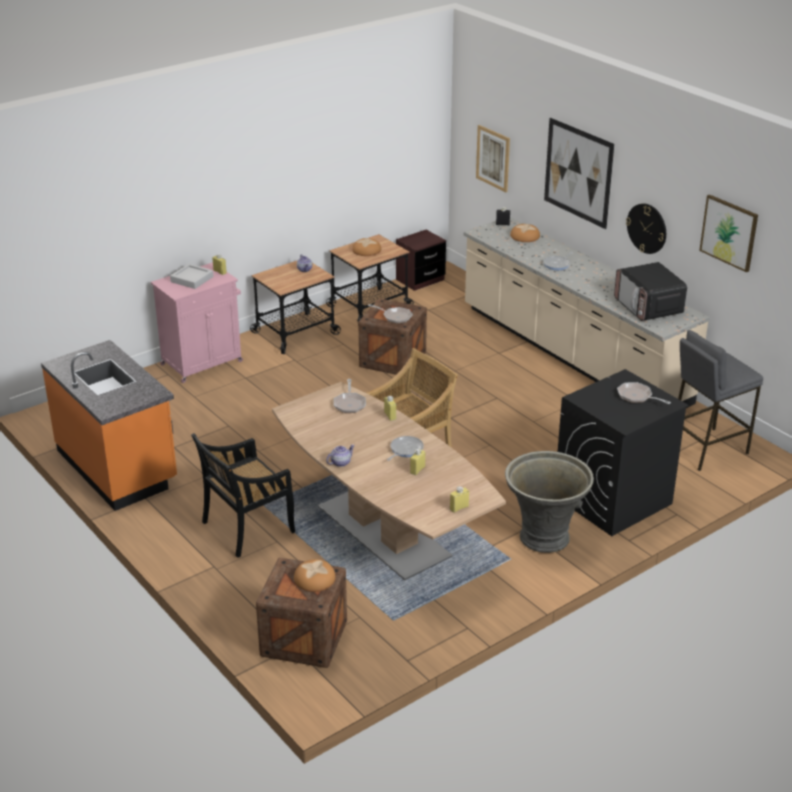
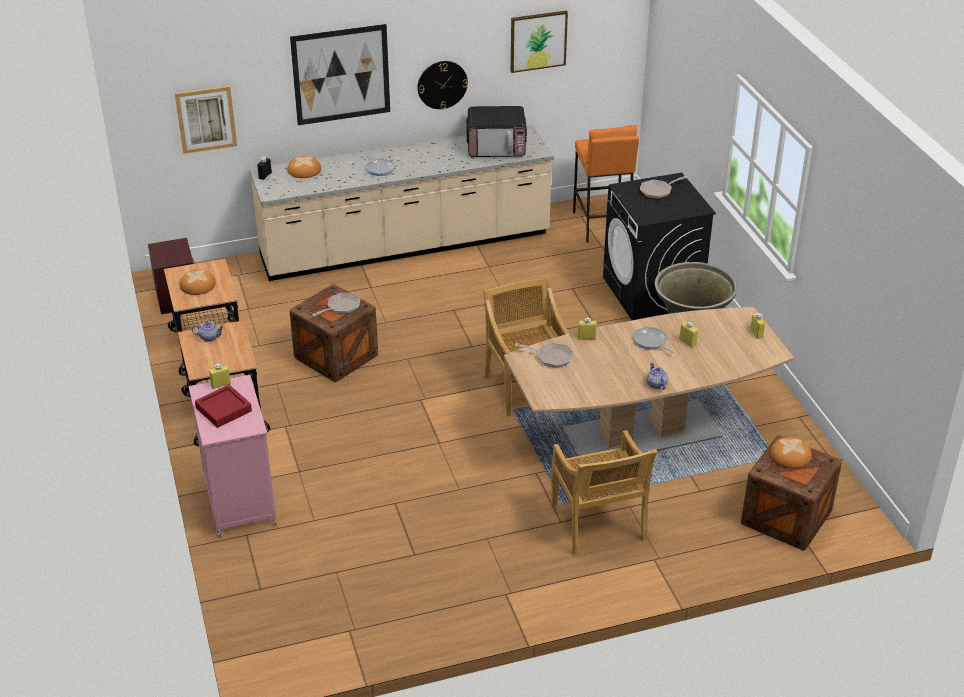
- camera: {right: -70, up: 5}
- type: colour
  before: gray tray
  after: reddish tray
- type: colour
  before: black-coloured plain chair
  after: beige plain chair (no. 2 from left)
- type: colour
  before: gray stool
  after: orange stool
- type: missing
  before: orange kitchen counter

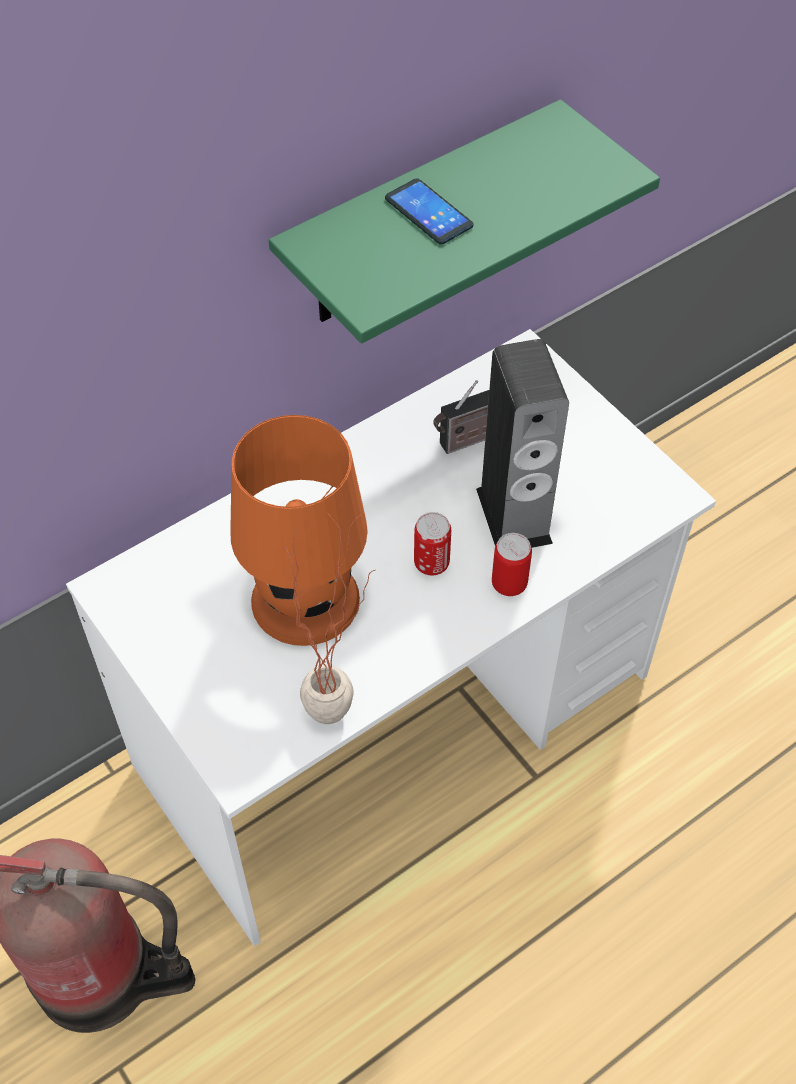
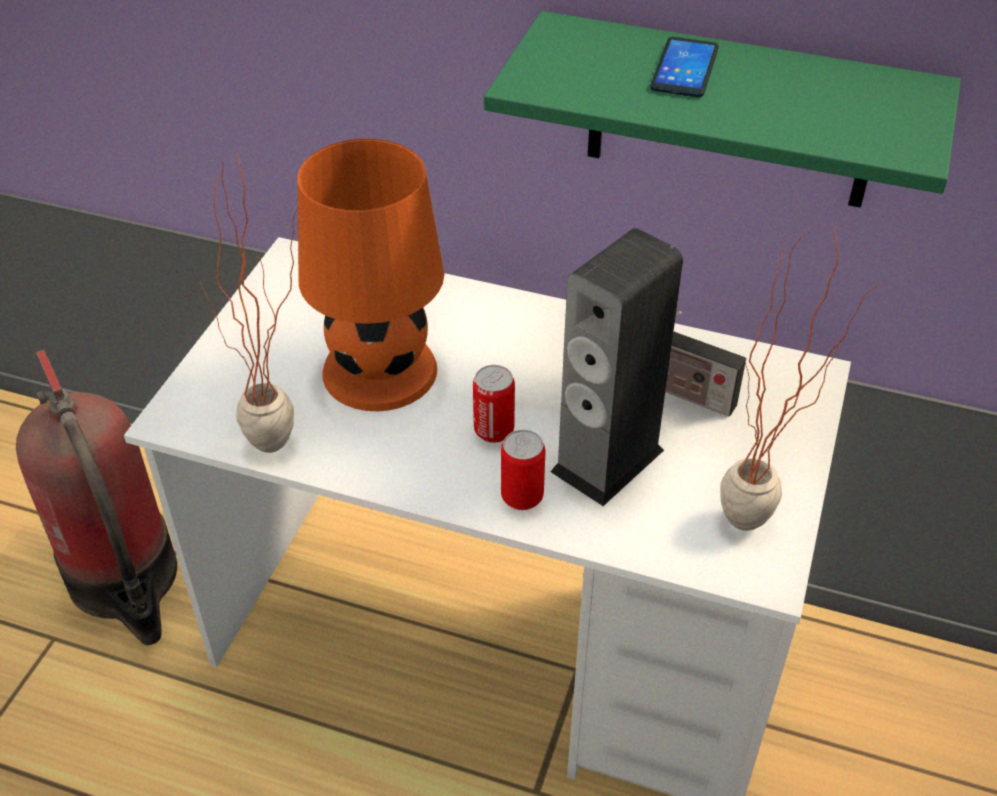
- camera: {right: 55, up: -10}
- type: appeared
  after: plant in a pot (no. 2 from left)

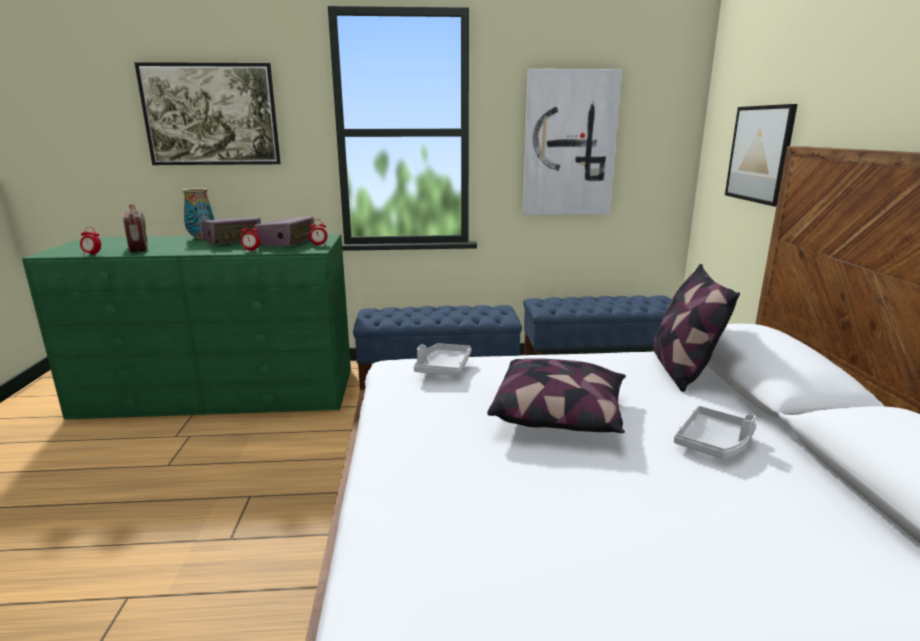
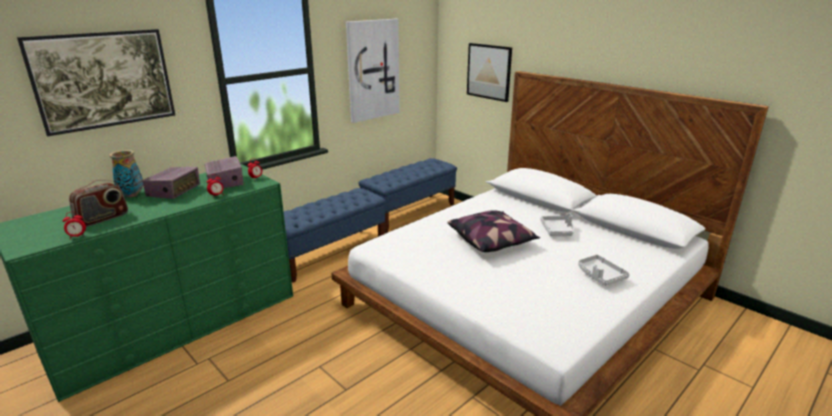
- camera: {right: -40, up: 5}
- type: spun
  before: radio receiver (no. 1 from left)
  turn: 105
- type: relocated
  before: gray tray (no. 1 from left in the first image)
  after: gray tray (no. 2 from left)
- type: missing
  before: throw pillow (no. 2 from left)

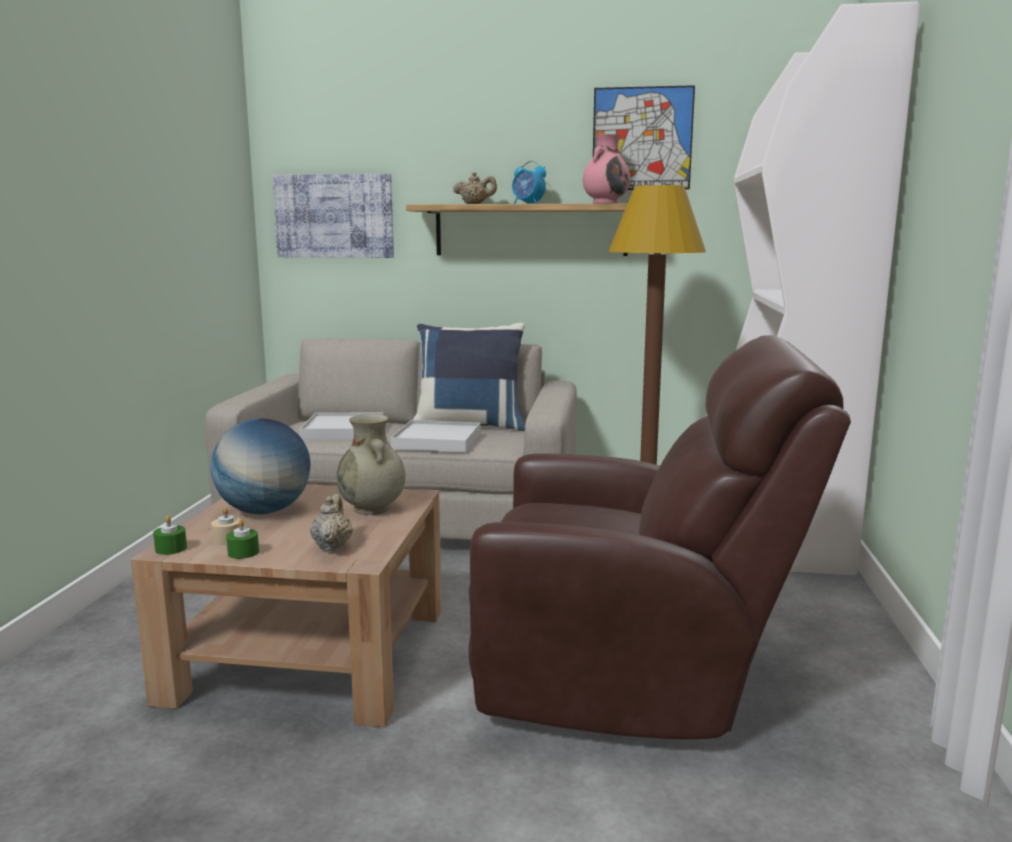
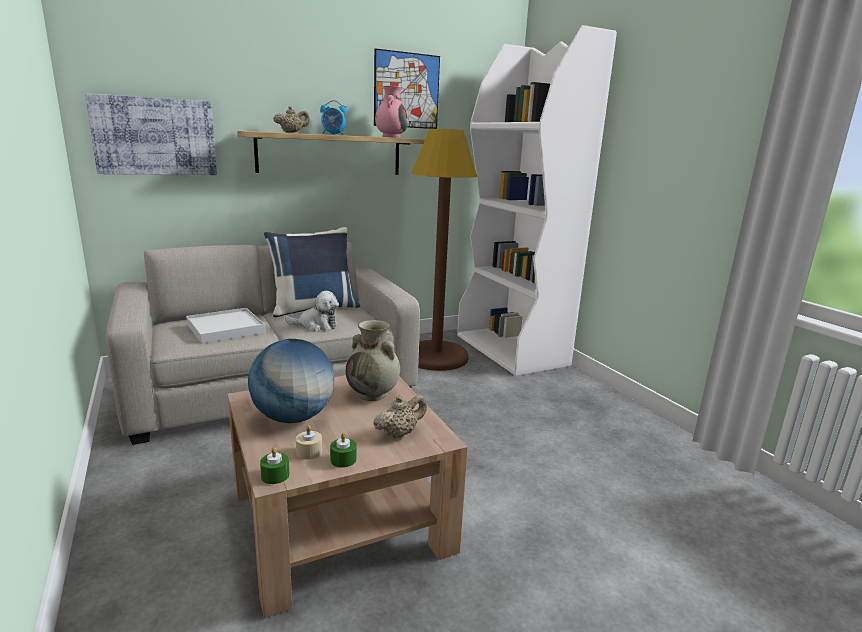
- camera: {right: -35, up: 5}
- type: exchanged
  before: whitish tray (no. 2 from left)
  after: plush toy
- type: spun
  before: beige teapot (no. 1 from left in the first image)
  turn: 90
- type: missing
  before: brown-coloured easy chair

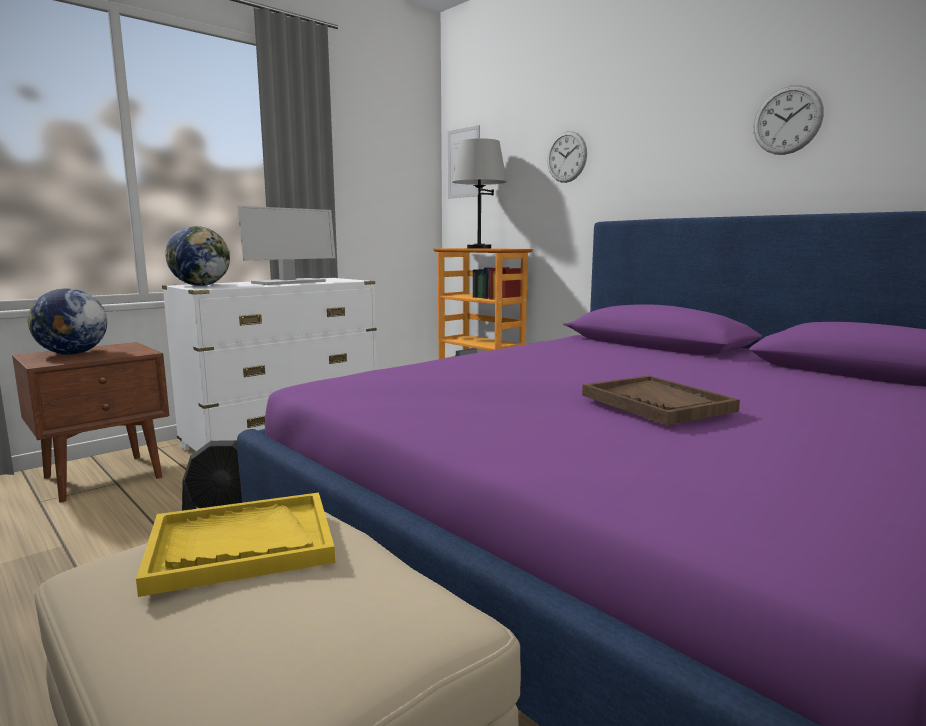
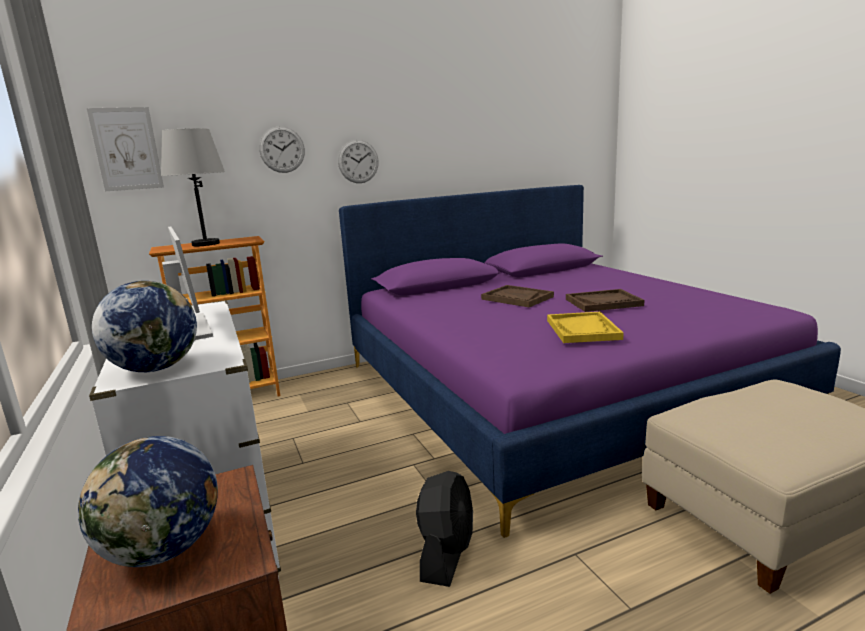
- camera: {right: -70, up: 5}
- type: relocated
  before: clock on the wall (no. 2 from left)
- type: appeared
  after: brown-coloured tray (no. 1 from left)
- type: relocated
  before: yellow-coloured tray

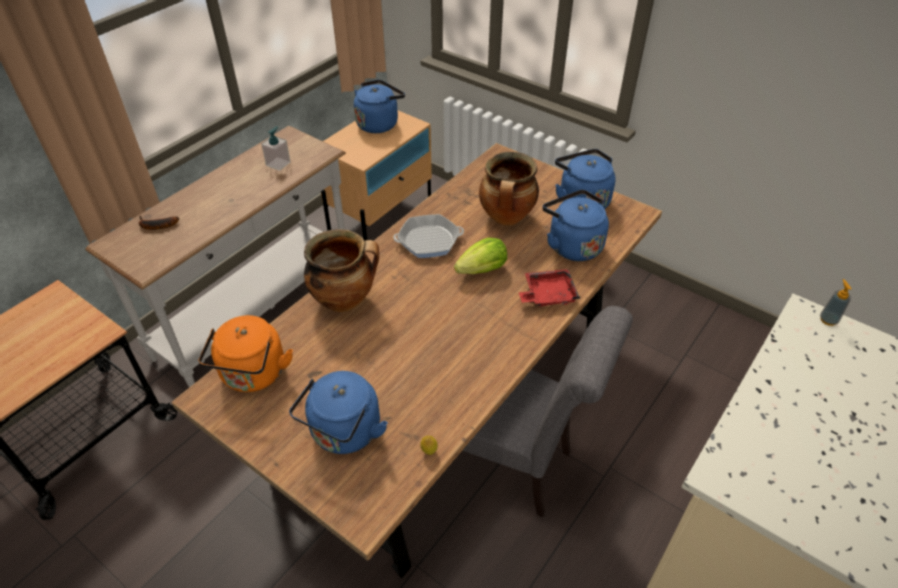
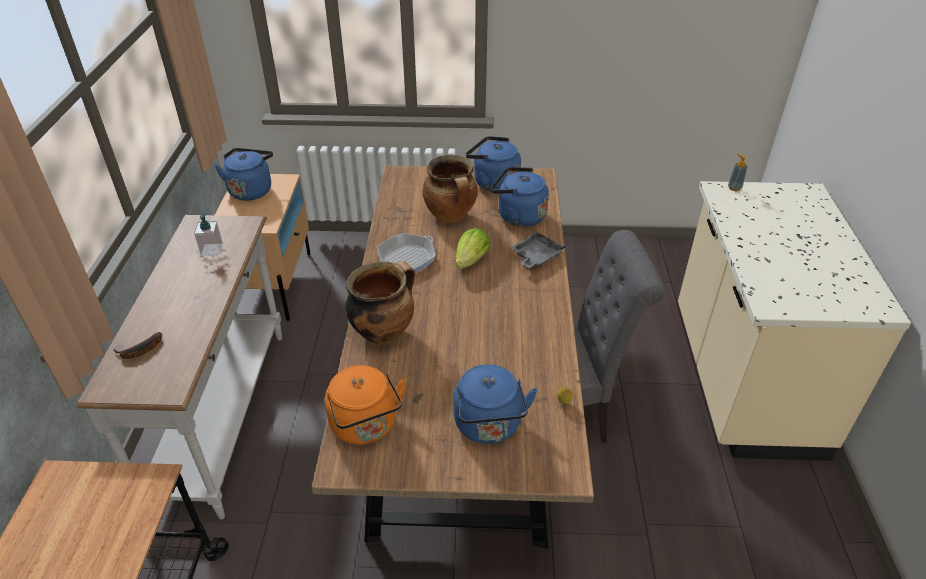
- camera: {right: -35, up: -5}
- type: colour
  before: reddish tray
  after: gray tray

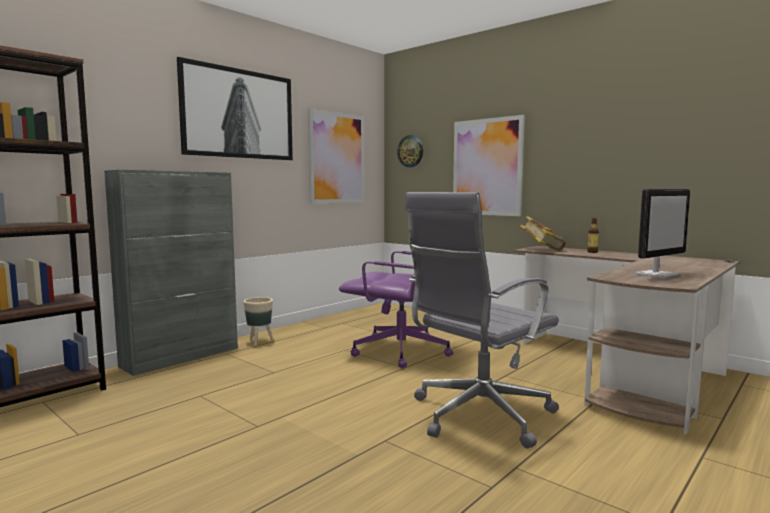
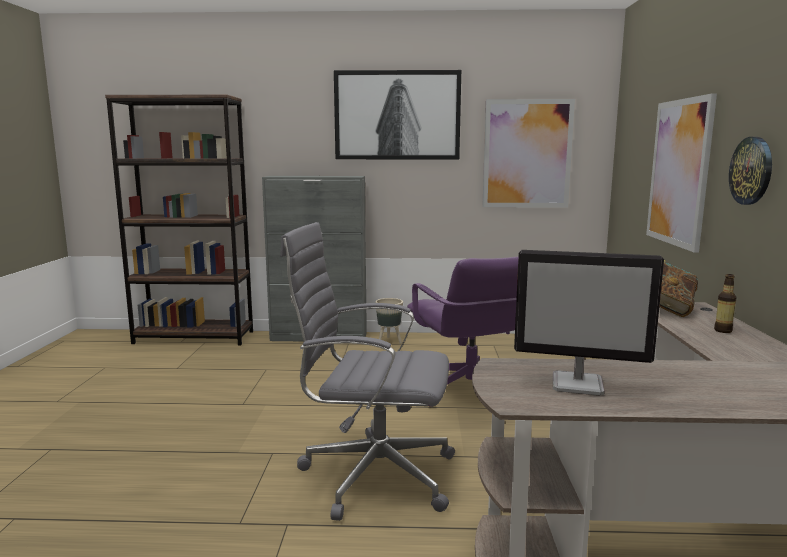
- camera: {right: 50, up: 5}
- type: relocated
  before: clock on the wall

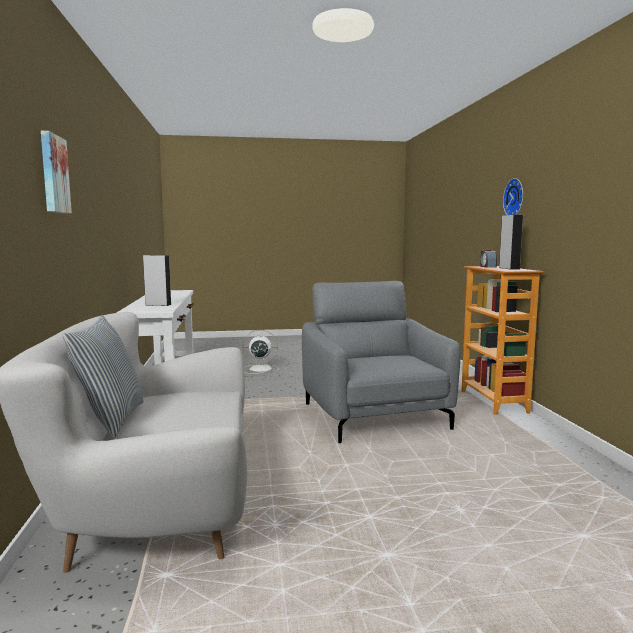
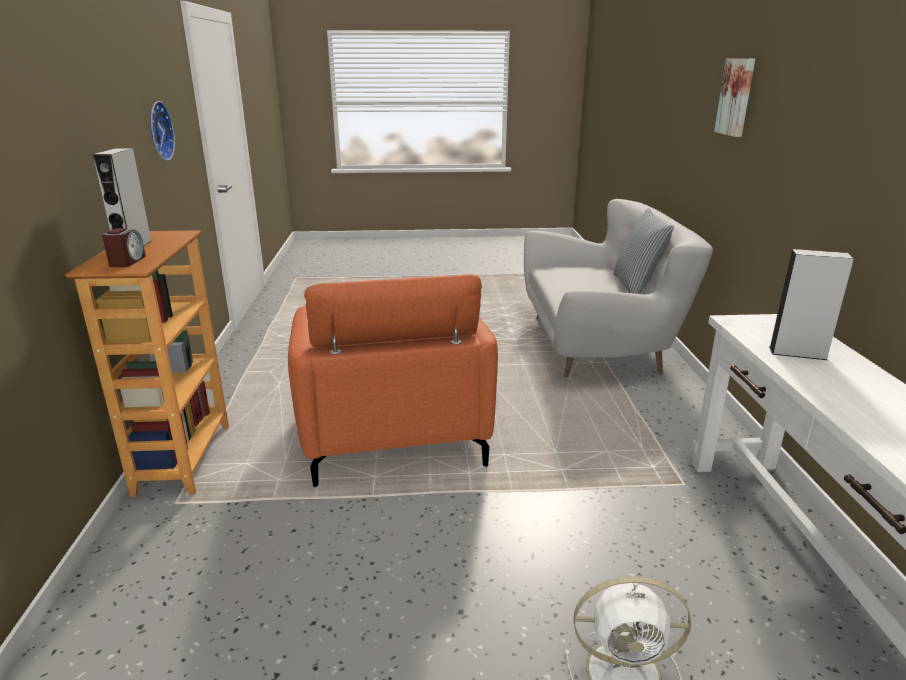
- camera: {right: -175, up: 15}
- type: relocated
  before: clock on the wall
- type: colour
  before: gray easy chair
  after: orange easy chair

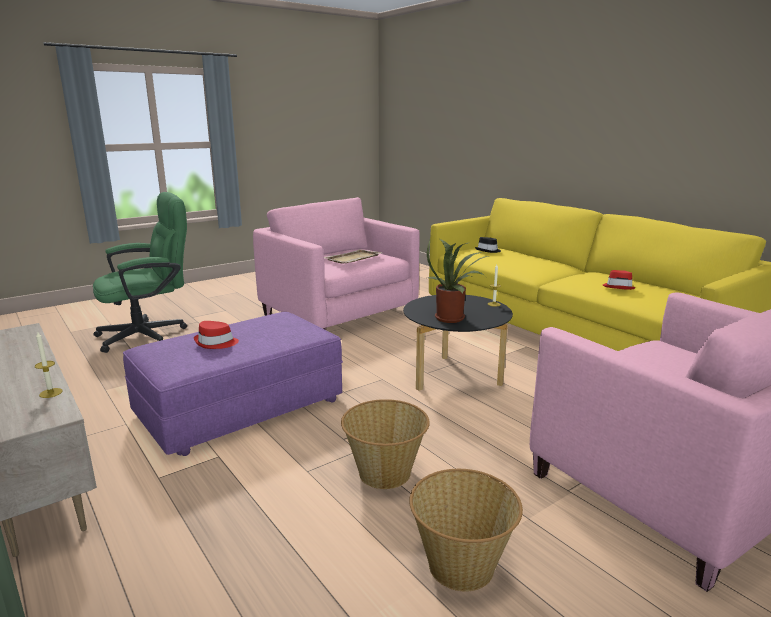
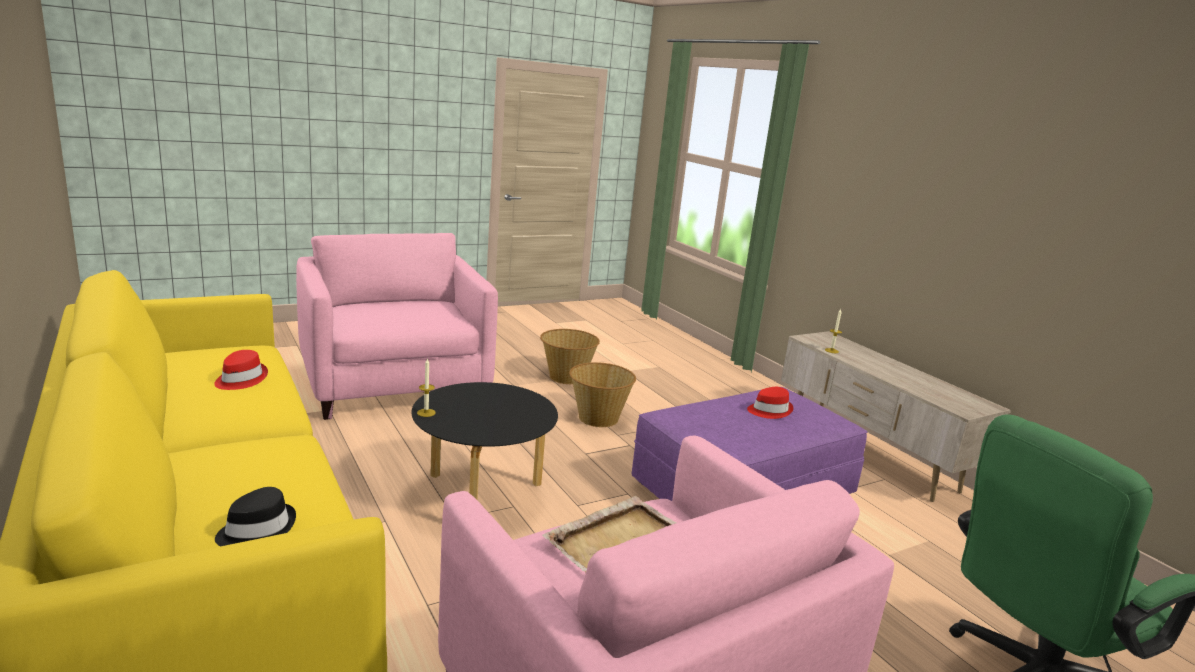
- camera: {right: -175, up: 0}
- type: missing
  before: plant in a pot

